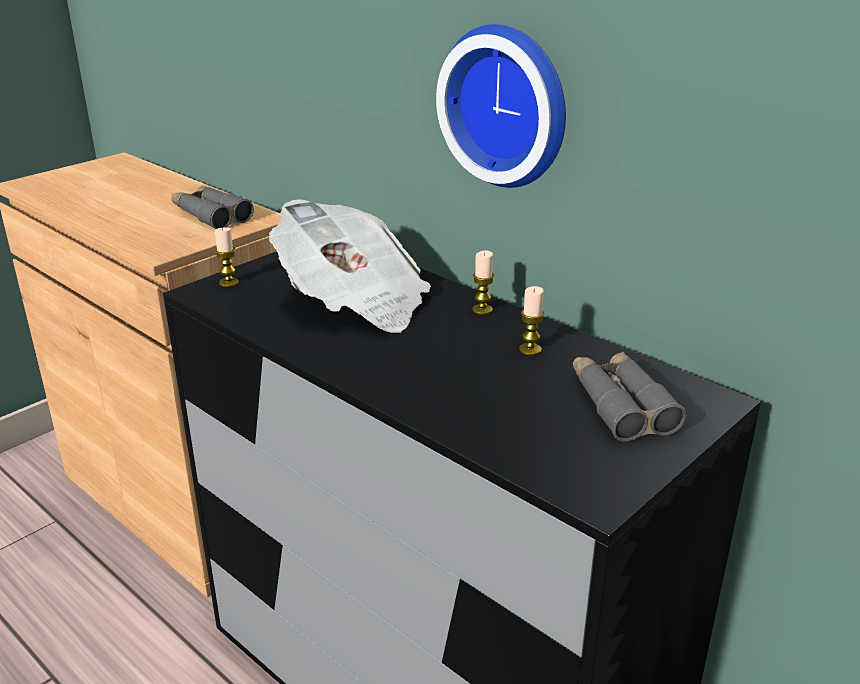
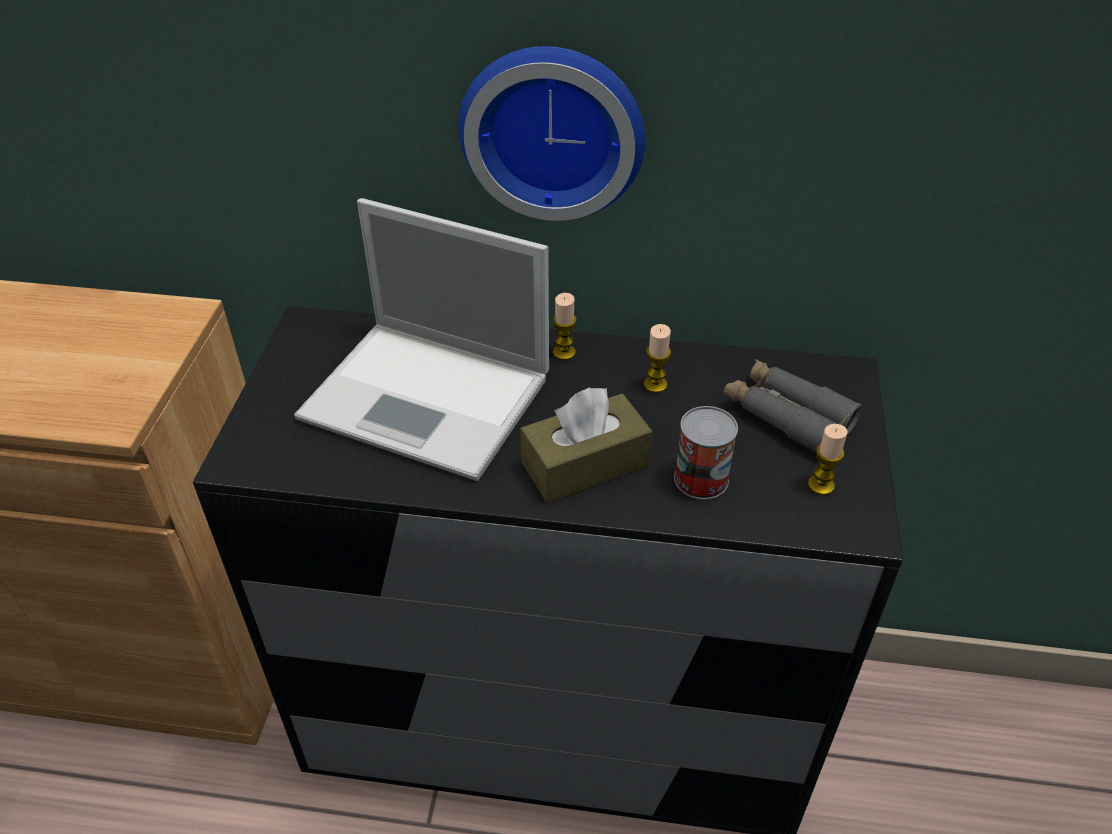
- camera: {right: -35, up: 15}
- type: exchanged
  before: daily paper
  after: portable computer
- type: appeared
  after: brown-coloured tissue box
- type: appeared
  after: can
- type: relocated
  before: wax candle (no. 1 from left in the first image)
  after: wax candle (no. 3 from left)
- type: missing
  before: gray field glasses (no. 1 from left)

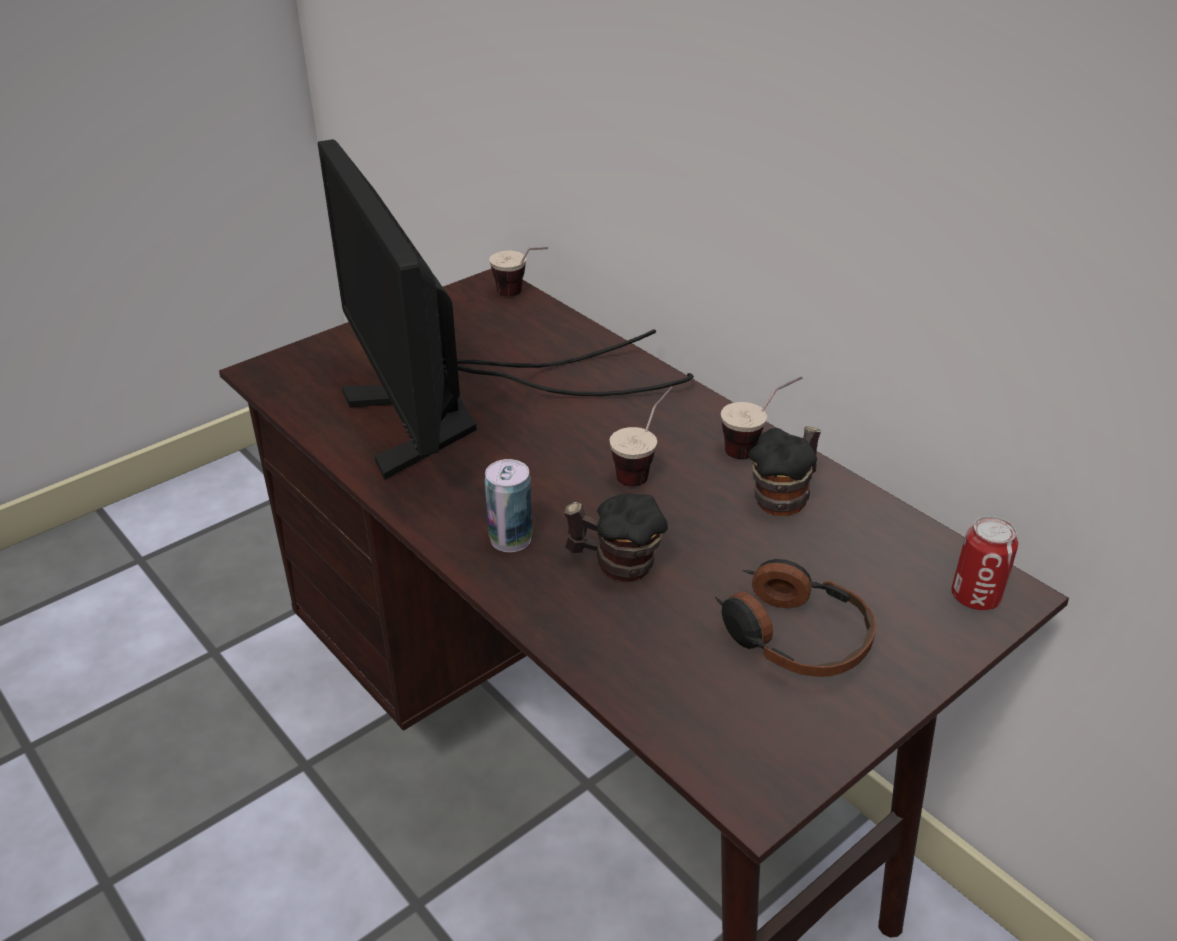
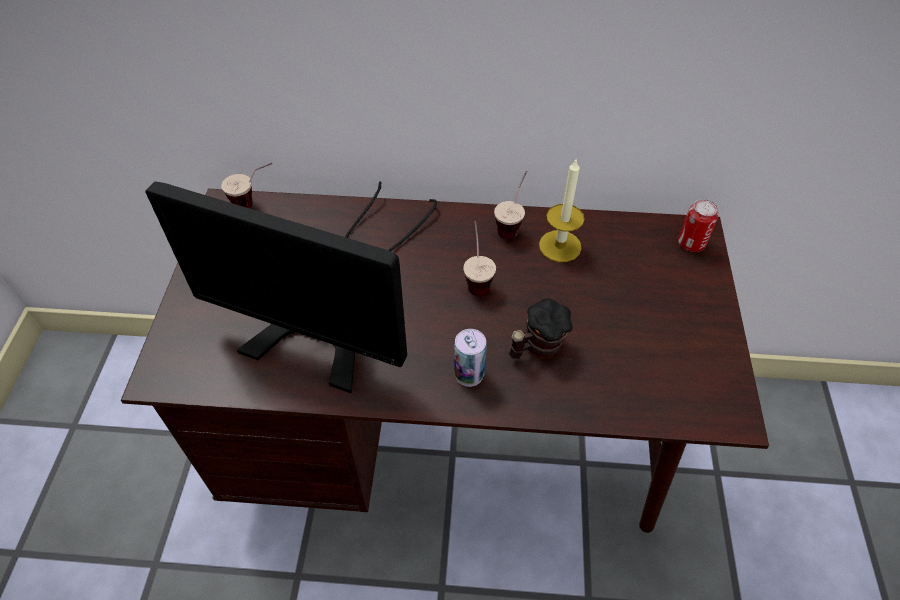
- camera: {right: -45, up: 15}
- type: exchanged
  before: tea mug (no. 2 from left)
  after: wax candle
- type: missing
  before: headset

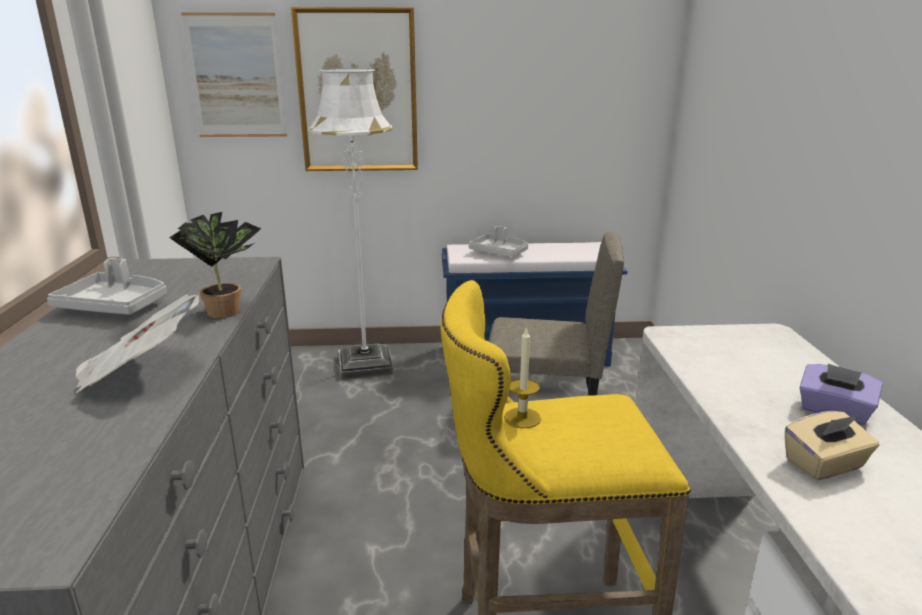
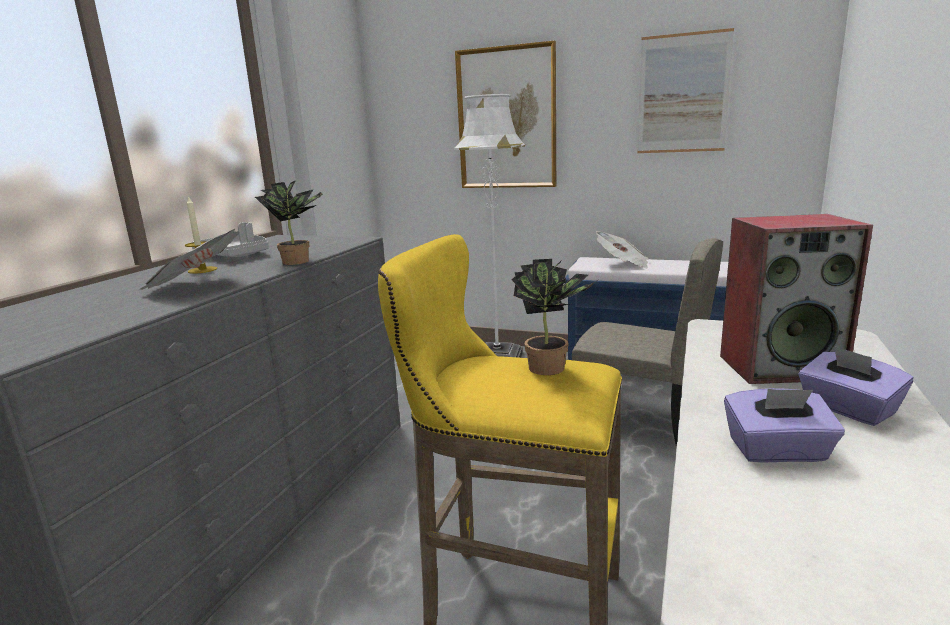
- camera: {right: 25, up: -5}
- type: relocated
  before: wax candle
- type: appeared
  after: plant in a pot (no. 2 from left)
- type: exchanged
  before: gray tray (no. 2 from left)
  after: daily paper (no. 2 from left)
- type: relocated
  before: picture (no. 1 from left in the first image)
  after: picture (no. 2 from left)
- type: appeared
  after: audio speaker
- type: colour
  before: beige tissue box
  after: purplish tissue box (no. 1 from left)

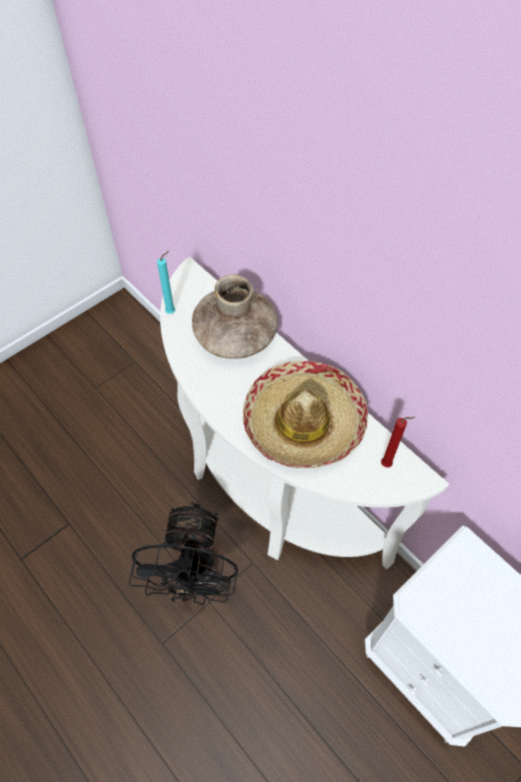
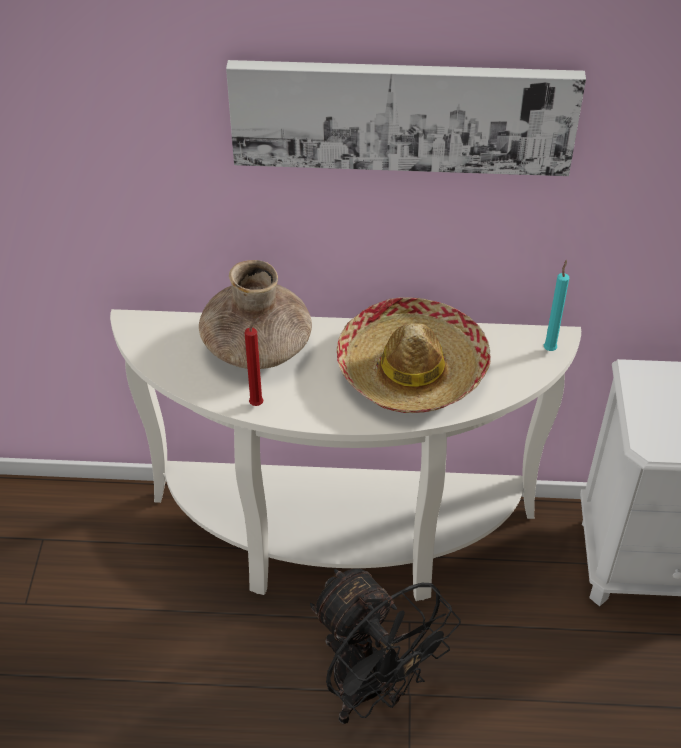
- camera: {right: -45, up: -10}
- type: appeared
  after: picture
- type: relocated
  before: reddish wax candle
- type: relocated
  before: blue-green wax candle

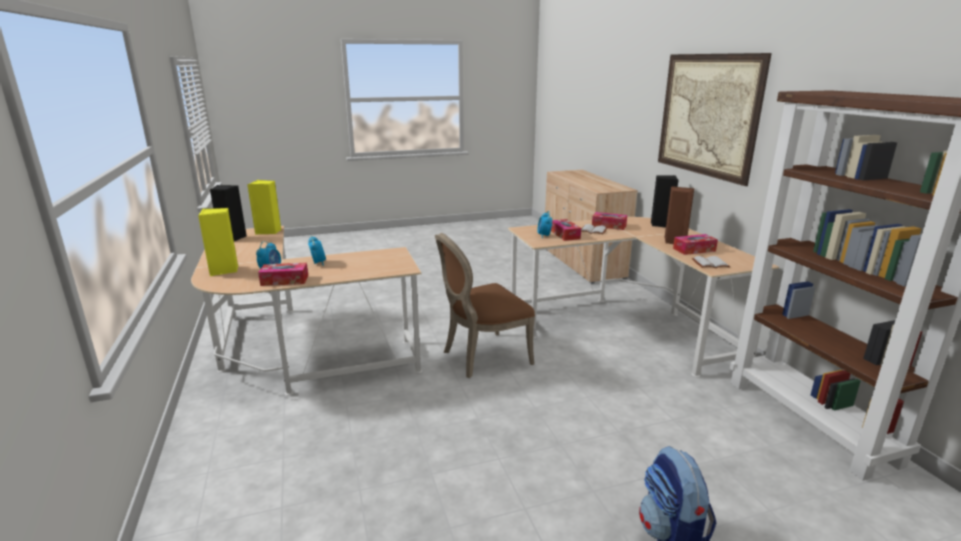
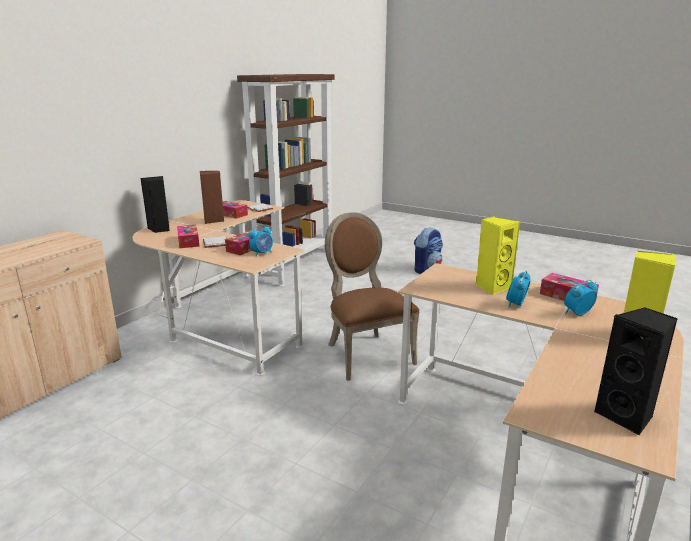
- camera: {right: -130, up: 0}
- type: spun
  before: brown-coloured plain chair
  turn: -135
- type: relocated
  before: yellow-coloured audio speaker (no. 2 from left in the first image)
  after: yellow-coloured audio speaker (no. 1 from left)
- type: missing
  before: picture

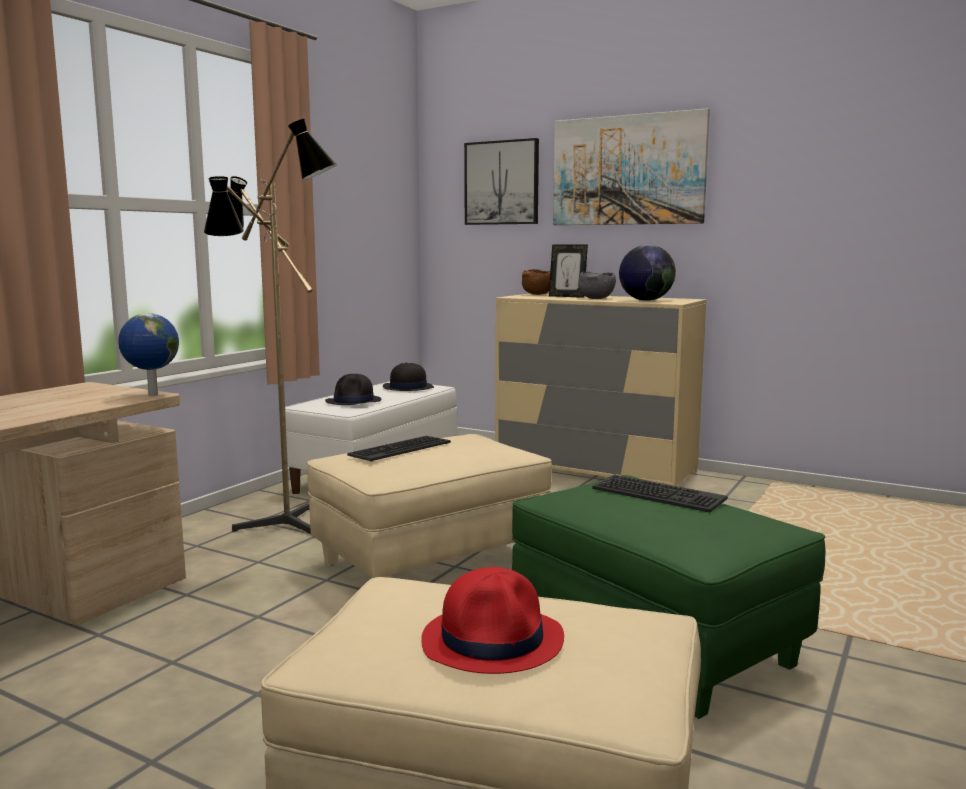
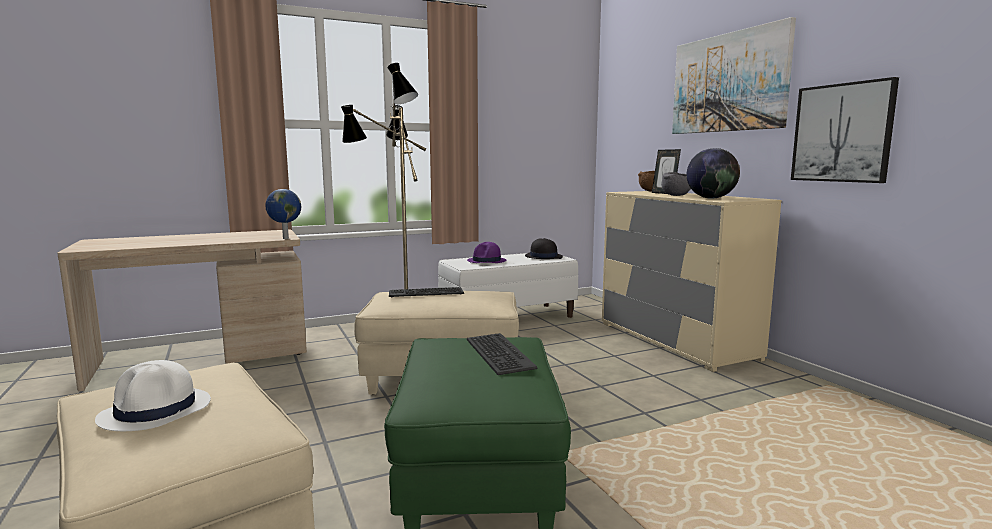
- camera: {right: 35, up: 0}
- type: colour
  before: reddish wearable hat
  after: whitish wearable hat
- type: colour
  before: black-coloured wearable hat (no. 1 from left)
  after: purplish wearable hat
- type: relocated
  before: picture (no. 1 from left in the first image)
  after: picture (no. 2 from left)

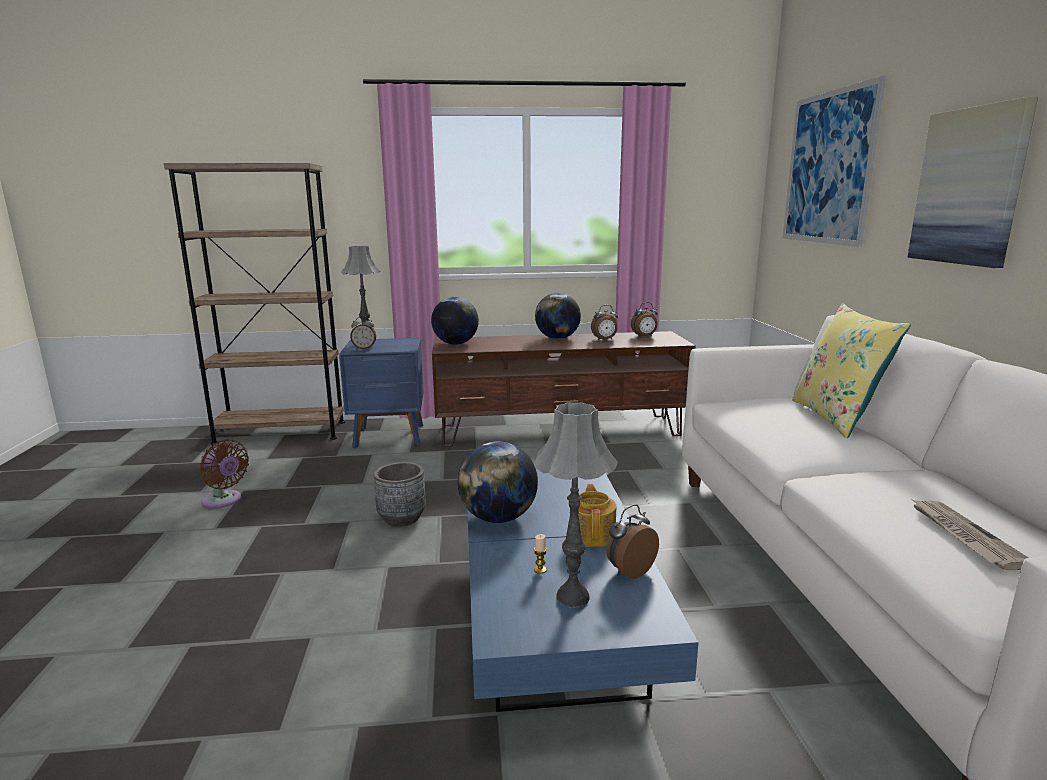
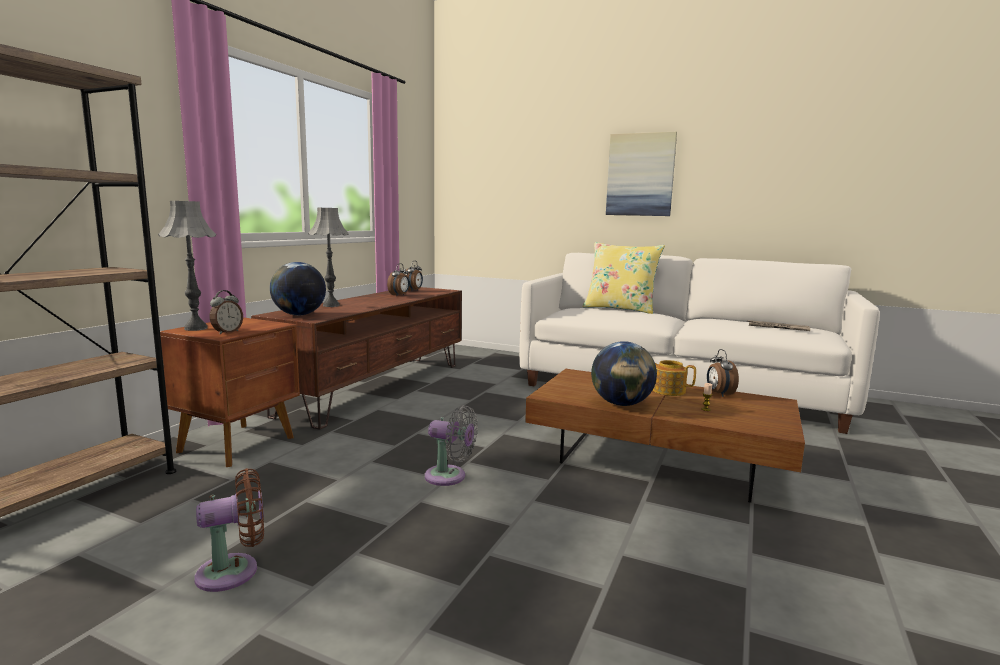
- camera: {right: -60, up: -5}
- type: colour
  before: blue night table
  after: brown-coloured night table
- type: relocated
  before: gray lamp for a table (no. 2 from left)
- type: exchanged
  before: gray plant pot
  after: gray fan
- type: colour
  before: blue lounge table
  after: brown-coloured lounge table
- type: missing
  before: desk globe (no. 3 from left)
- type: missing
  before: picture (no. 1 from left)

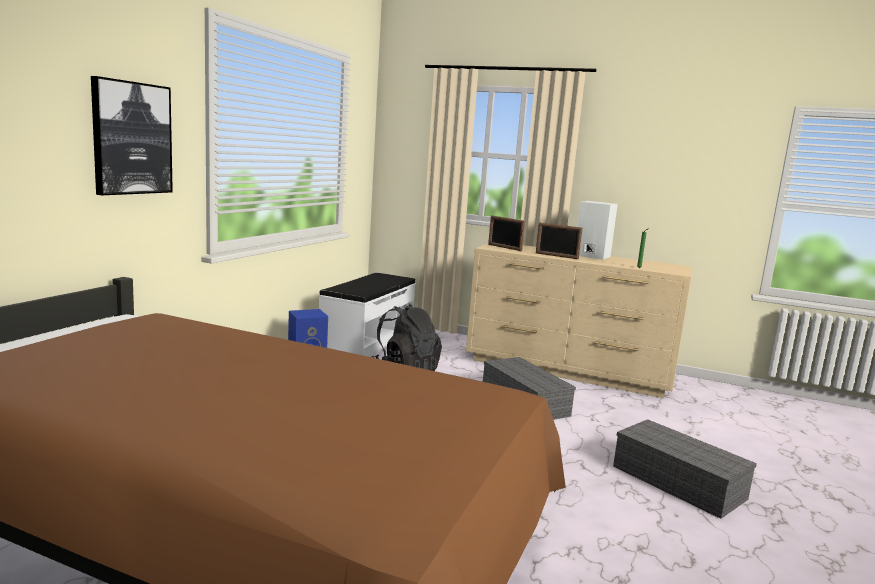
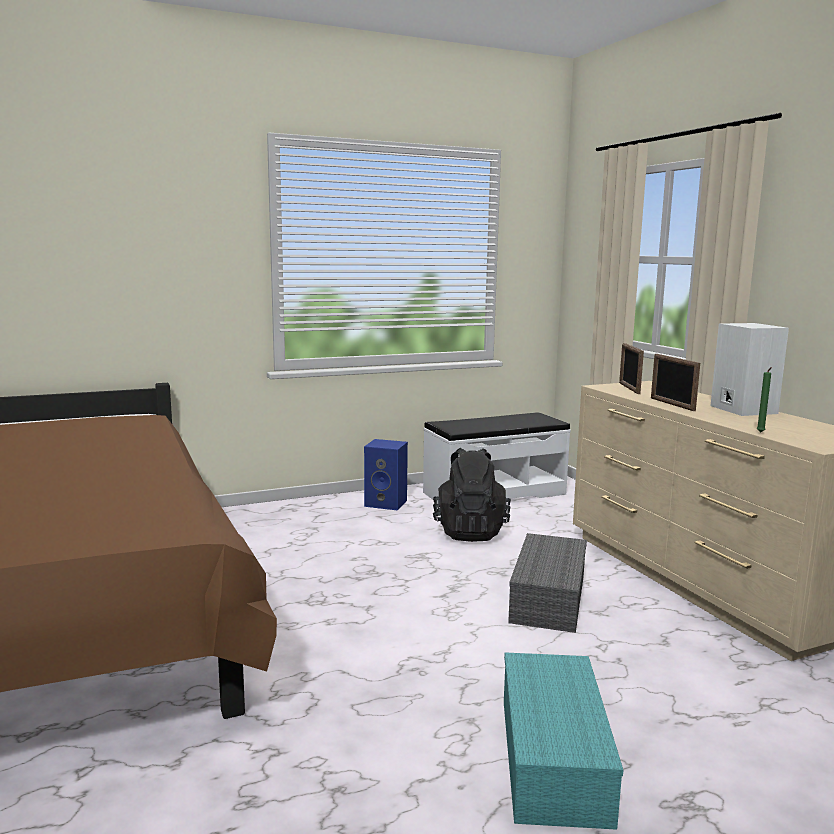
- camera: {right: 45, up: 0}
- type: colour
  before: gray storage box (no. 2 from left)
  after: blue-green storage box
- type: missing
  before: picture

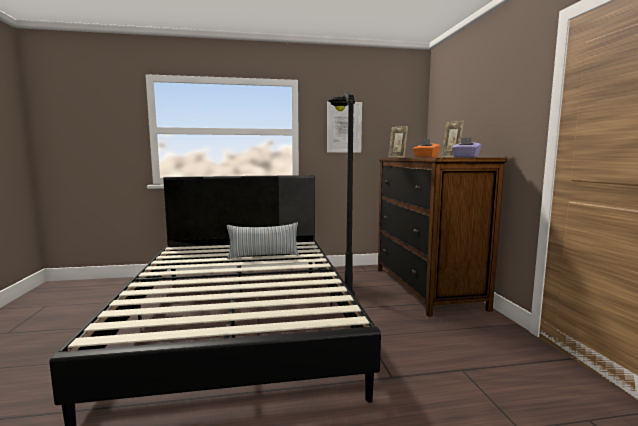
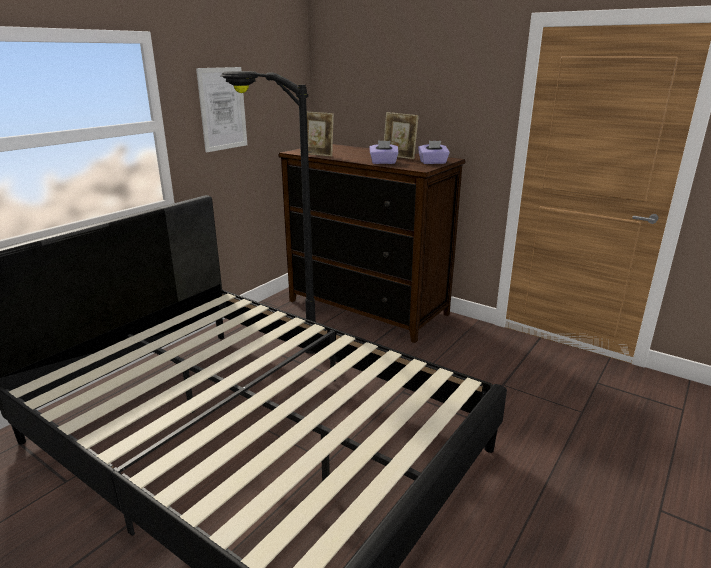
- camera: {right: -45, up: 15}
- type: colour
  before: orange tissue box
  after: purplish tissue box (no. 1 from left)
- type: missing
  before: throw pillow

